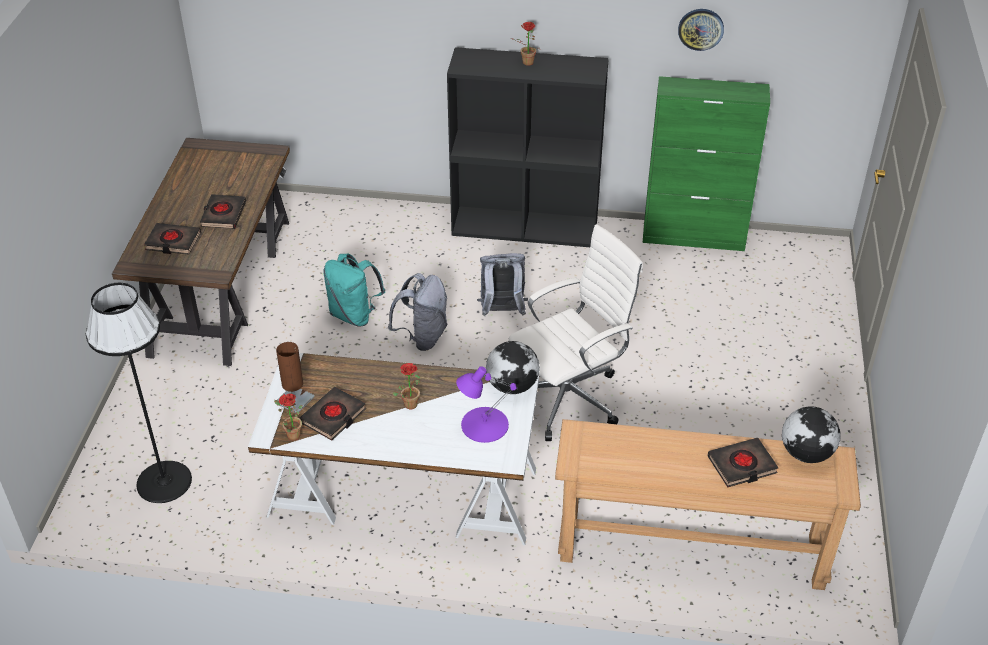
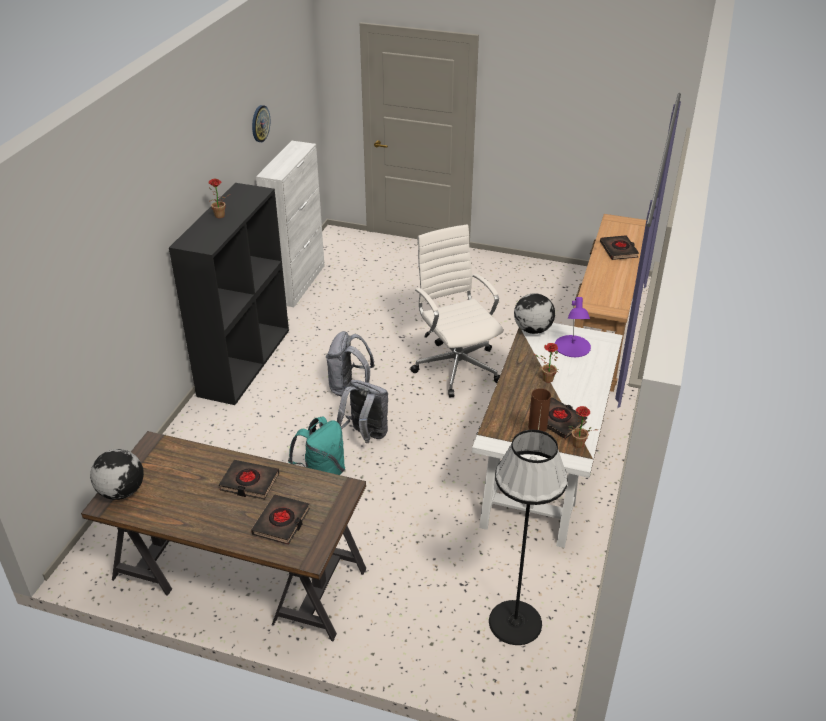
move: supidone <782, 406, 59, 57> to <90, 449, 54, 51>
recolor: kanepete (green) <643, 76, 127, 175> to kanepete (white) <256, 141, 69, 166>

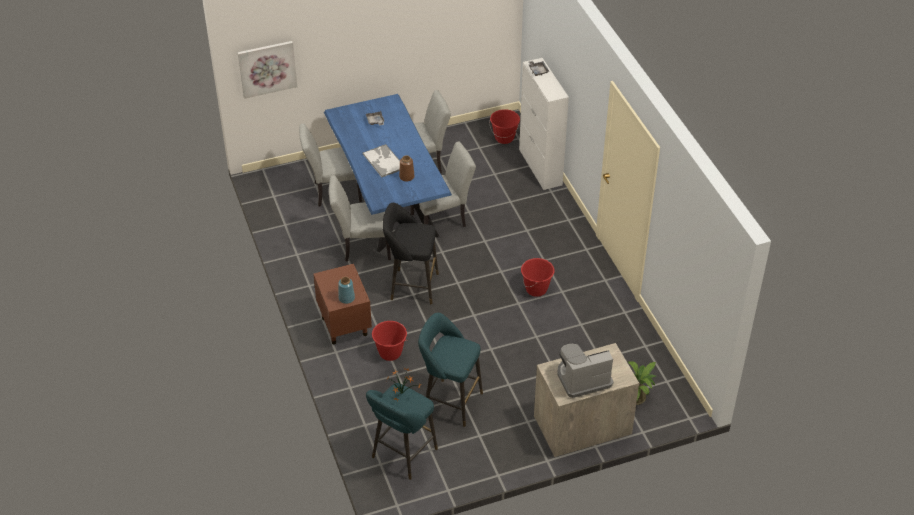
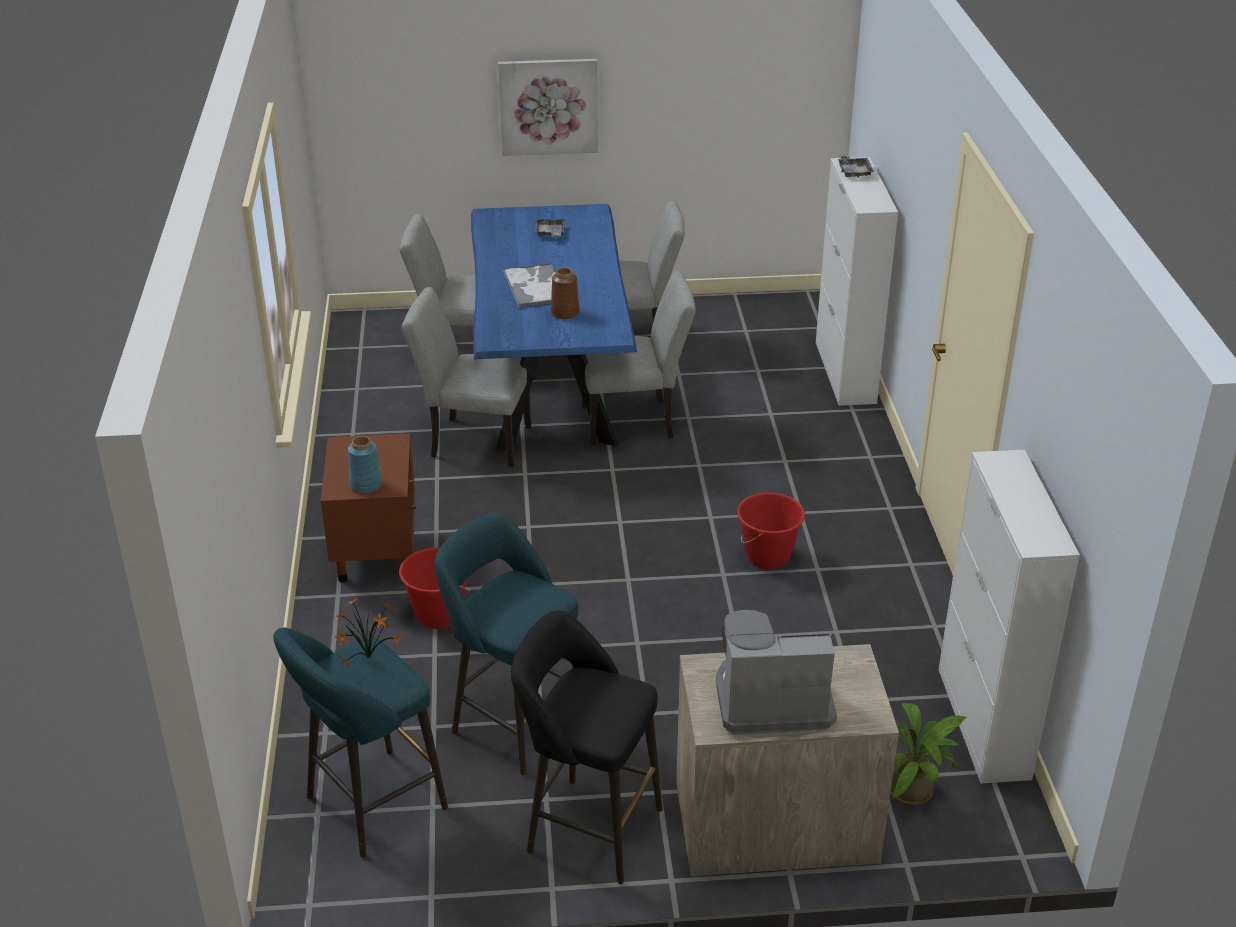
delete: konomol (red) <490, 109, 30, 35>
insert: kanepete (white) <939, 450, 141, 334>
move: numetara <238, 41, 59, 58> to <498, 59, 100, 97>; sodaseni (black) <383, 203, 56, 101> to <511, 610, 152, 274>

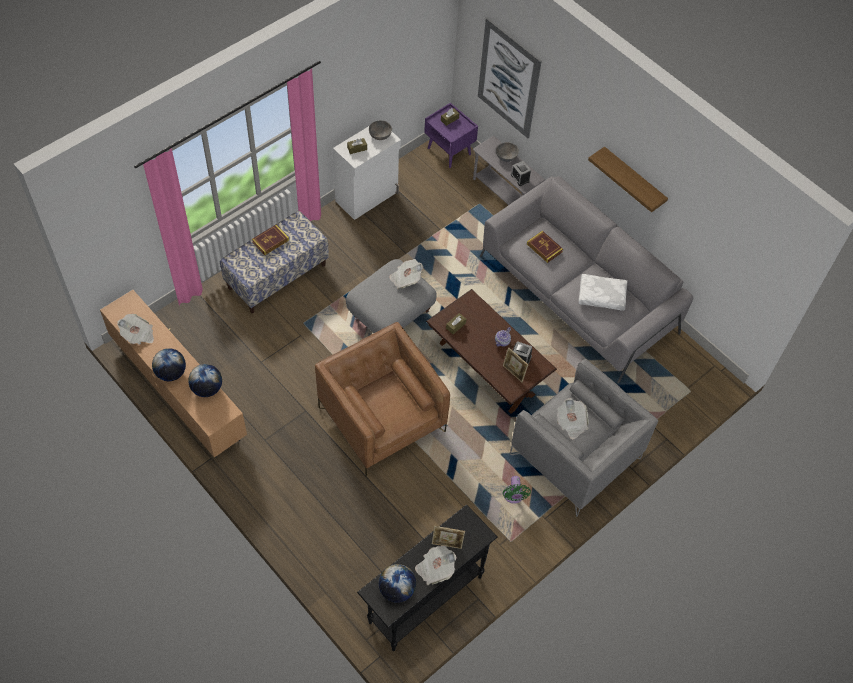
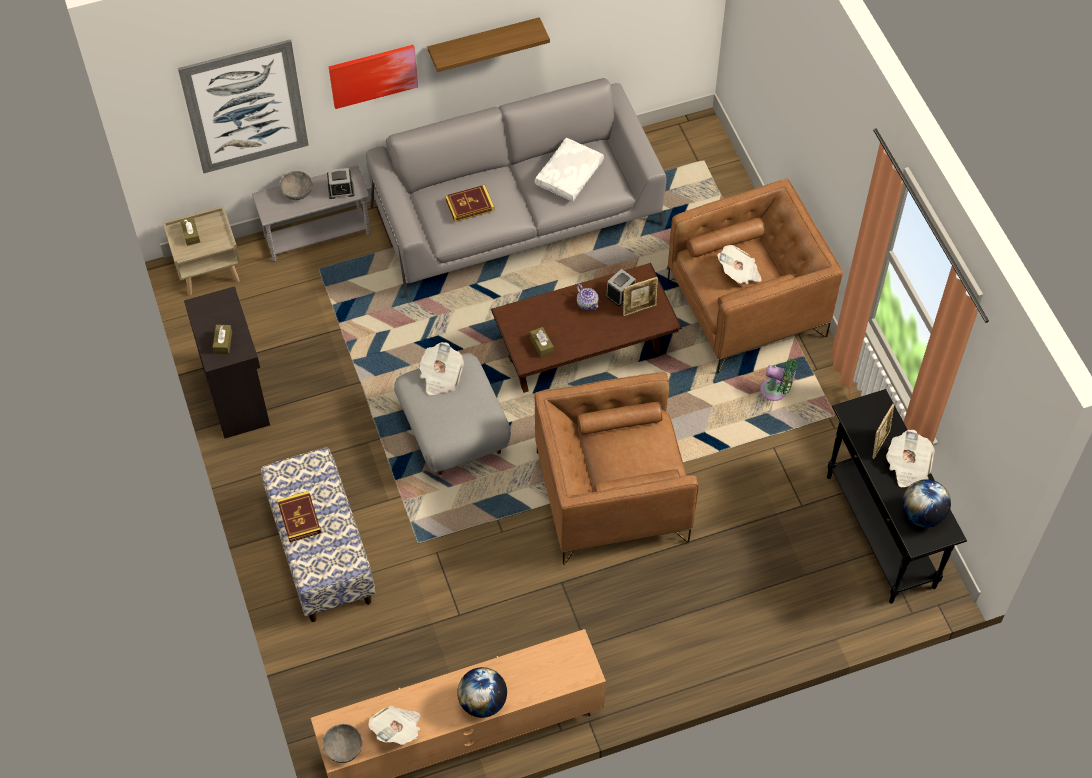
delete: supidone <188, 364, 34, 33>
insert: numetara <329, 45, 89, 64>
move: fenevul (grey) <369, 120, 23, 20> to <323, 724, 39, 39>
recolor: kanepete (white) <333, 126, 68, 94> to kanepete (black) <184, 286, 86, 153>; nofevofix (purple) <424, 103, 54, 65> to nofevofix (beige) <163, 206, 78, 89>; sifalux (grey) <510, 359, 148, 158> to sifalux (brown) <668, 179, 175, 194>

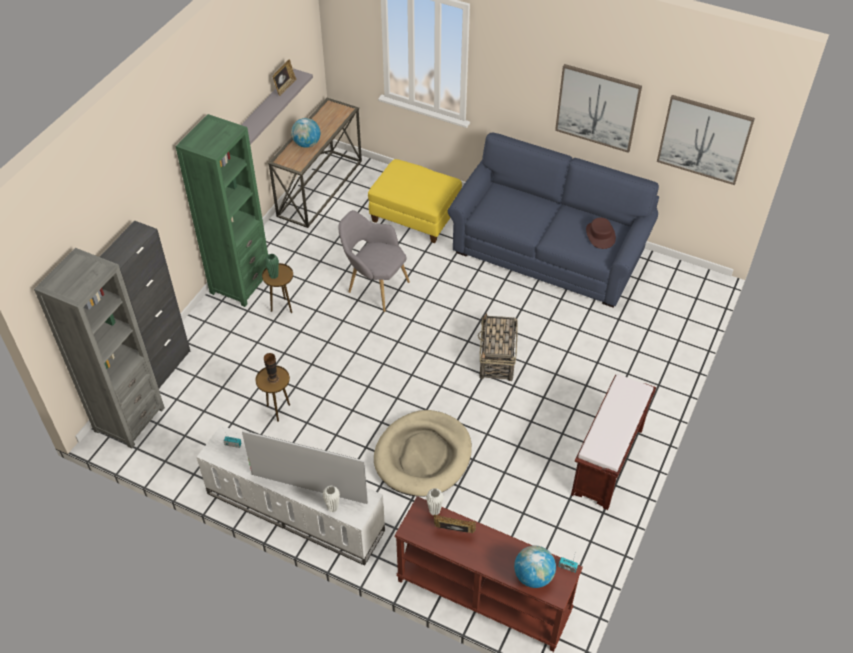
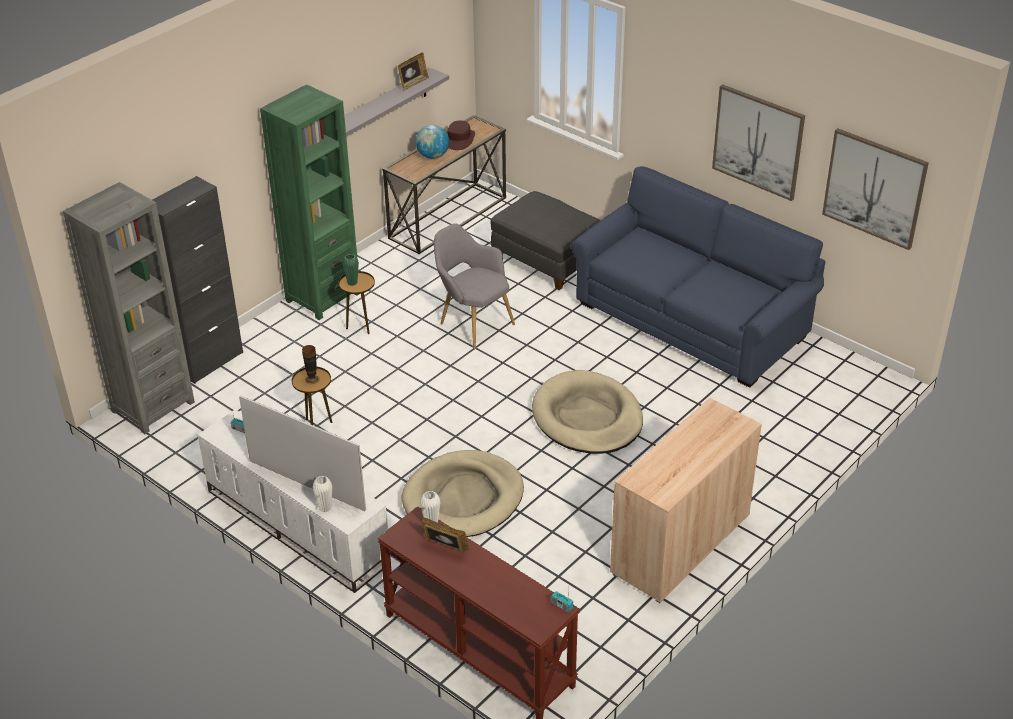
delete: supidone <514, 545, 42, 43>
move: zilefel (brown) <586, 218, 30, 31> to <446, 120, 29, 30>
replace: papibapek <478, 313, 40, 68> to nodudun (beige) <532, 370, 111, 84>; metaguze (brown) <571, 374, 85, 136> to kanepete (beige) <610, 398, 152, 205>
recolor: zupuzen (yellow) <368, 159, 94, 84> to zupuzen (grey) <491, 191, 110, 99>

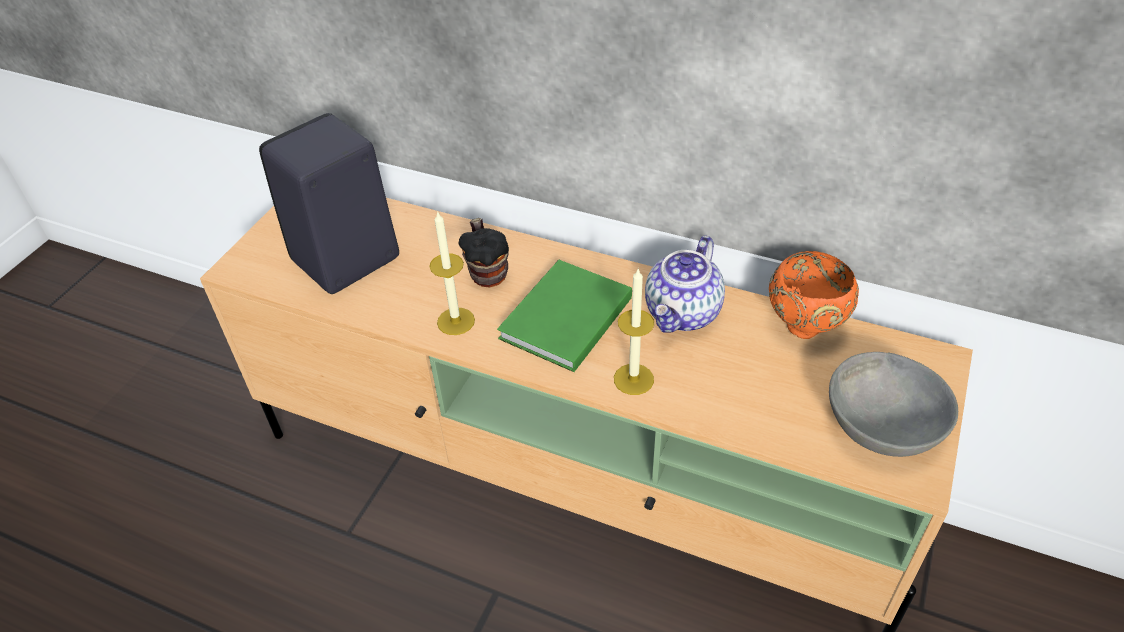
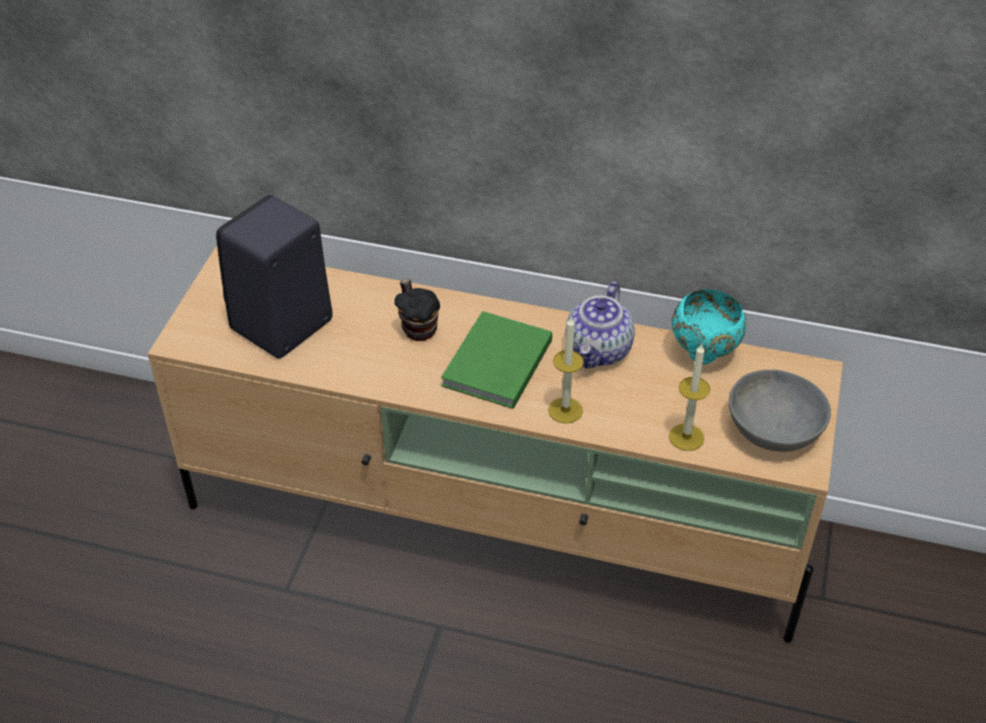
move: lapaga <429, 211, 46, 124> to <669, 343, 41, 108>
recolor: fenevul (orange) <769, 251, 90, 88> to fenevul (turquoise) <672, 289, 74, 76>

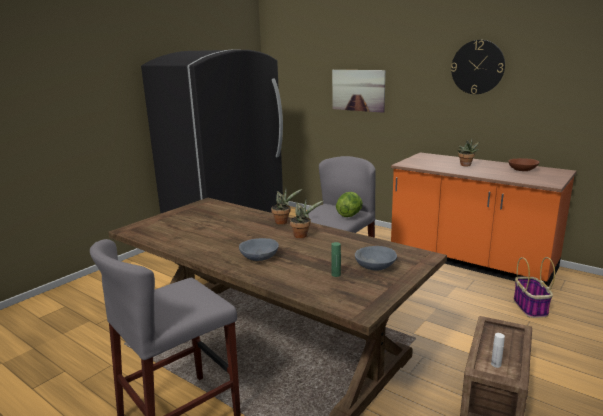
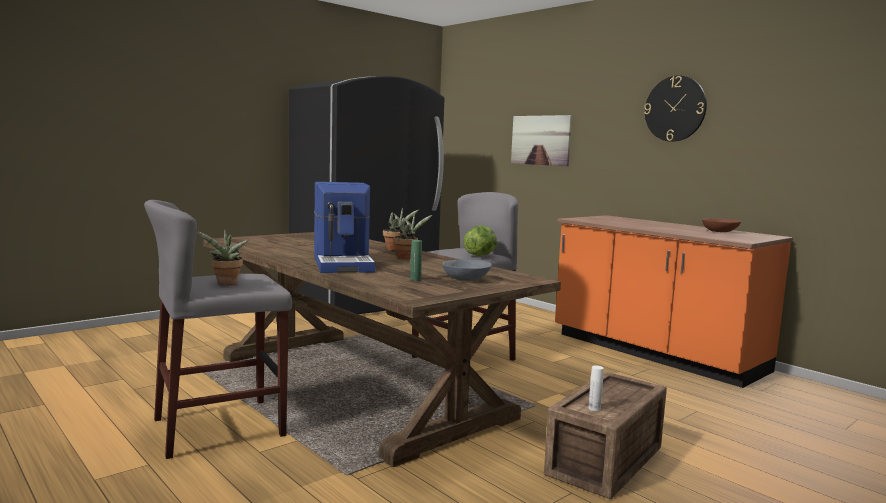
delete: papibapek <514, 257, 41, 61>
move: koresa <457, 139, 22, 28> to <197, 229, 52, 56>
replace: fenevul (grey) <239, 238, 40, 23> to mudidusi <314, 182, 61, 91>

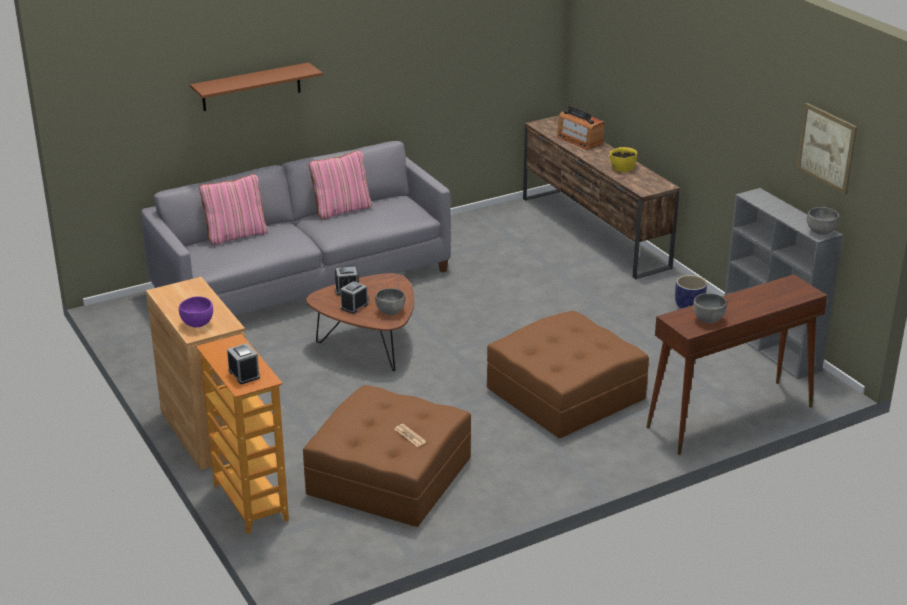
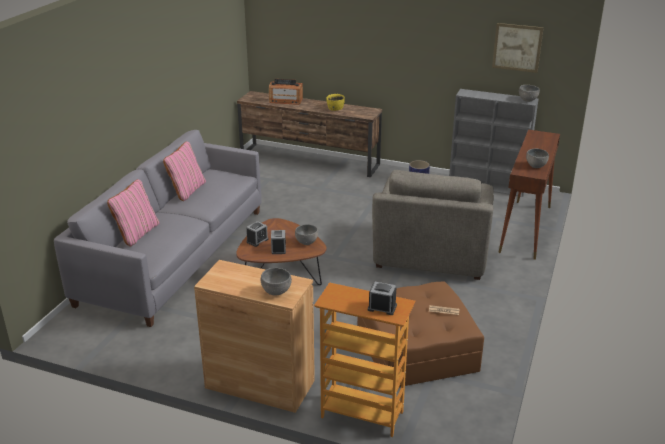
delete: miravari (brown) <190, 62, 133, 49>
replace: zupuzen (brown) <487, 311, 162, 127> to sifalux (grey) <372, 170, 122, 110>
recolor: fenevul (purple) <179, 296, 34, 31> to fenevul (grey) <261, 268, 31, 28>

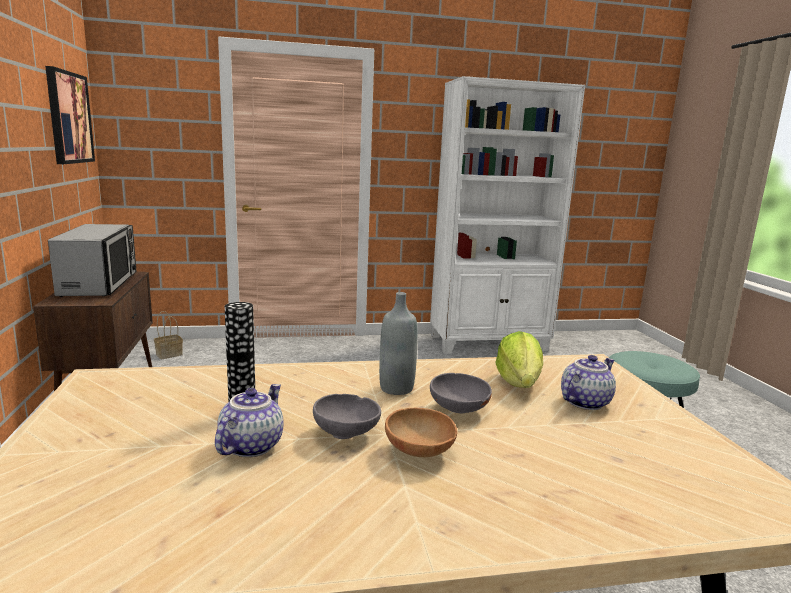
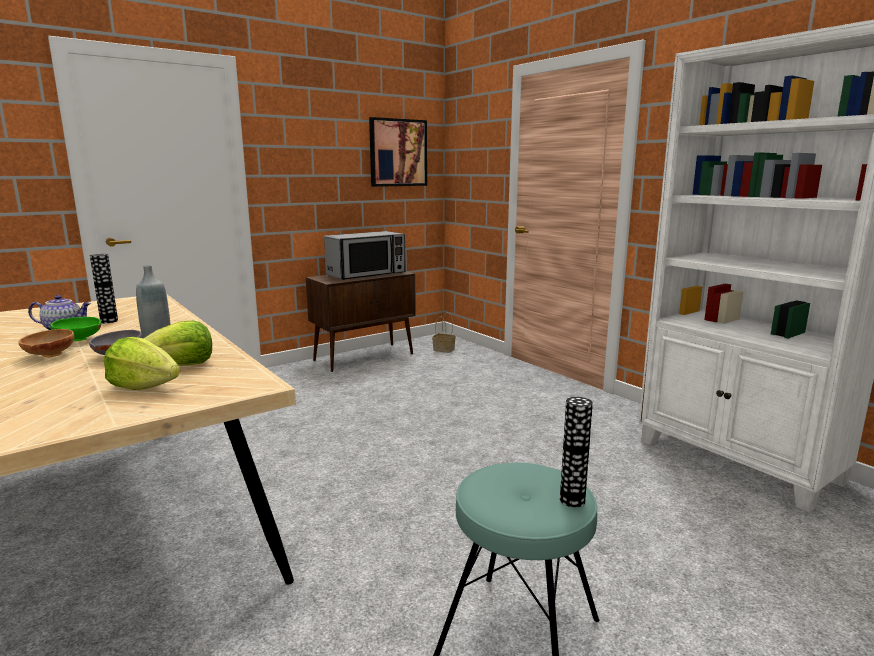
insert: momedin <560, 397, 33, 110>
replace: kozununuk <561, 355, 55, 55> to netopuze <104, 337, 76, 53>
recolor: fenevul (grey) <313, 394, 68, 45> to fenevul (green) <50, 317, 51, 24>

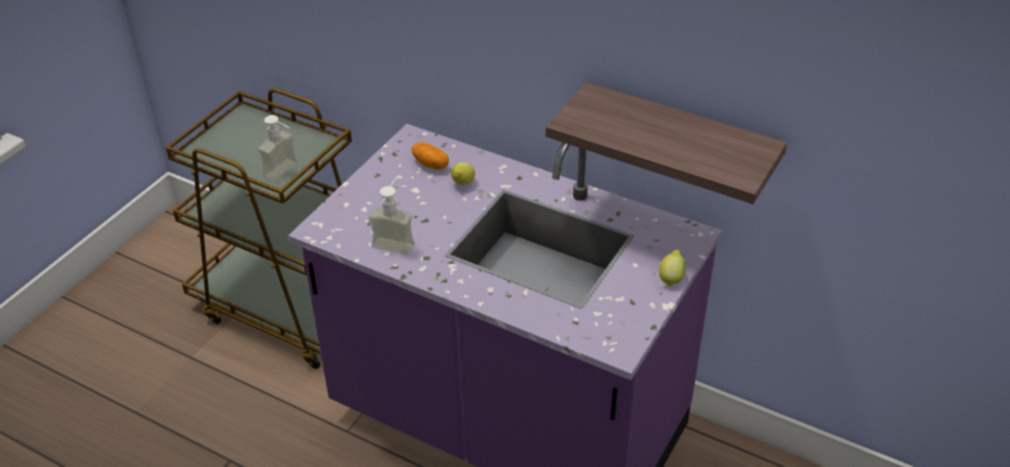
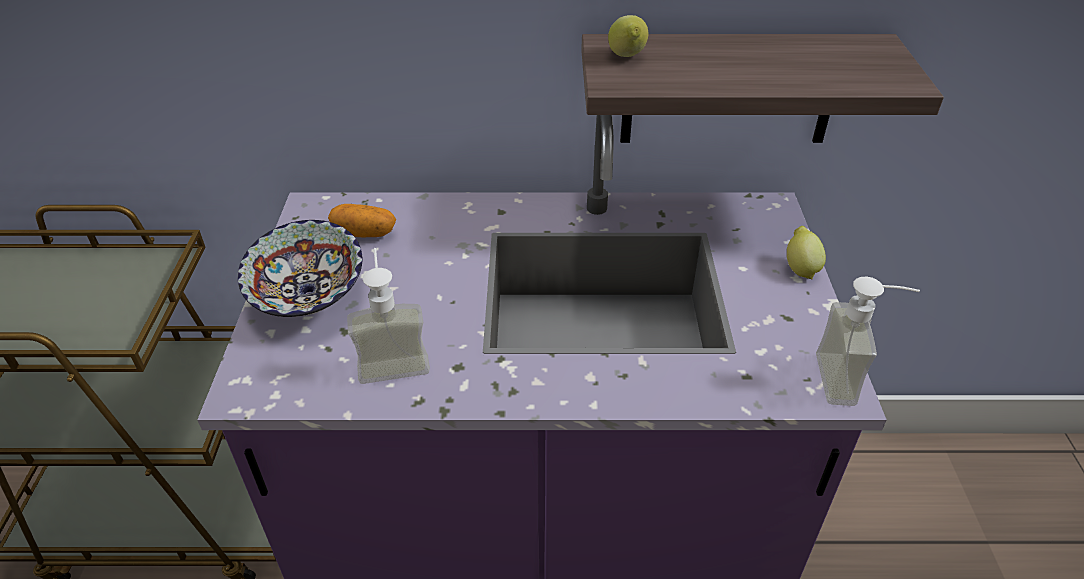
insert: fenevul <238, 220, 124, 97>
move: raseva <258, 115, 39, 67> to <816, 277, 104, 129>; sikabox <451, 162, 24, 23> to <608, 15, 41, 42>

